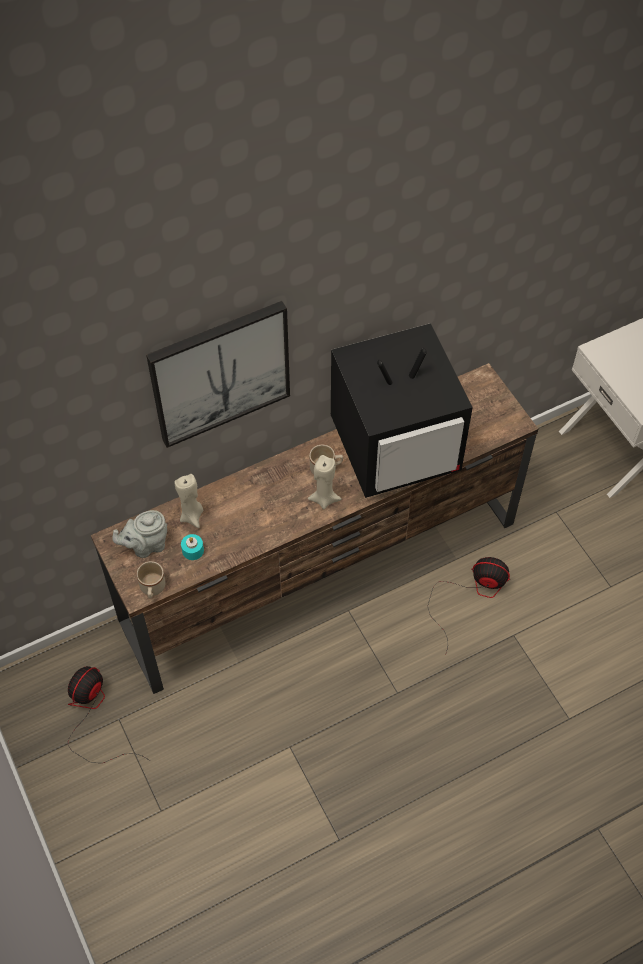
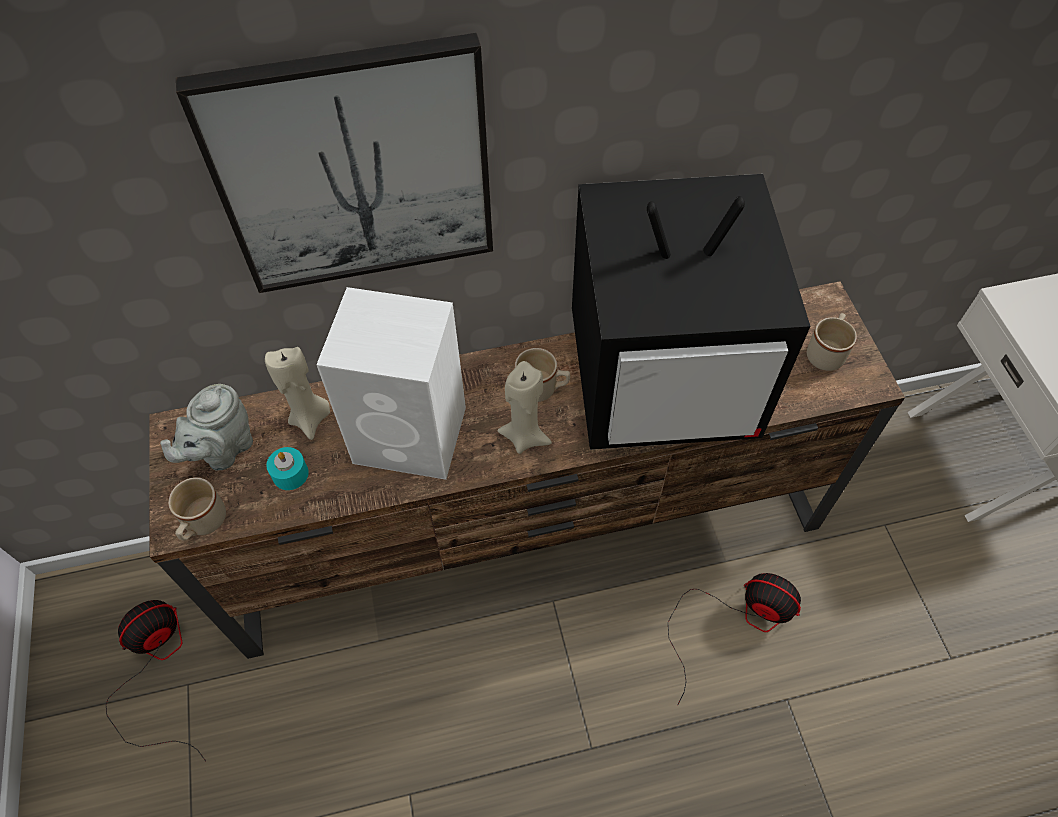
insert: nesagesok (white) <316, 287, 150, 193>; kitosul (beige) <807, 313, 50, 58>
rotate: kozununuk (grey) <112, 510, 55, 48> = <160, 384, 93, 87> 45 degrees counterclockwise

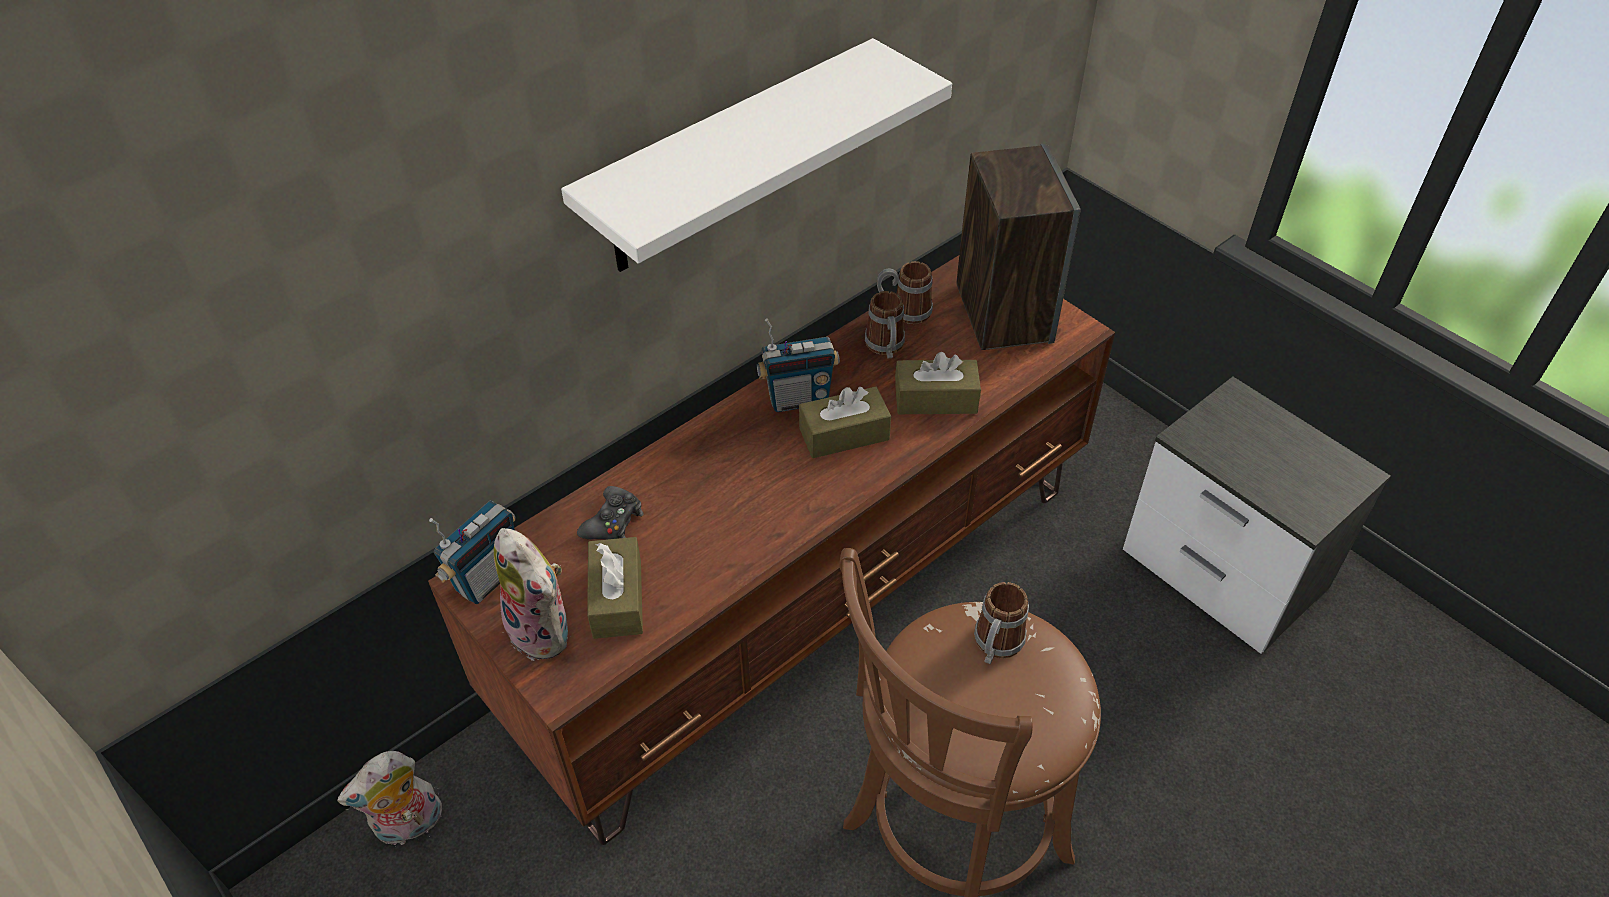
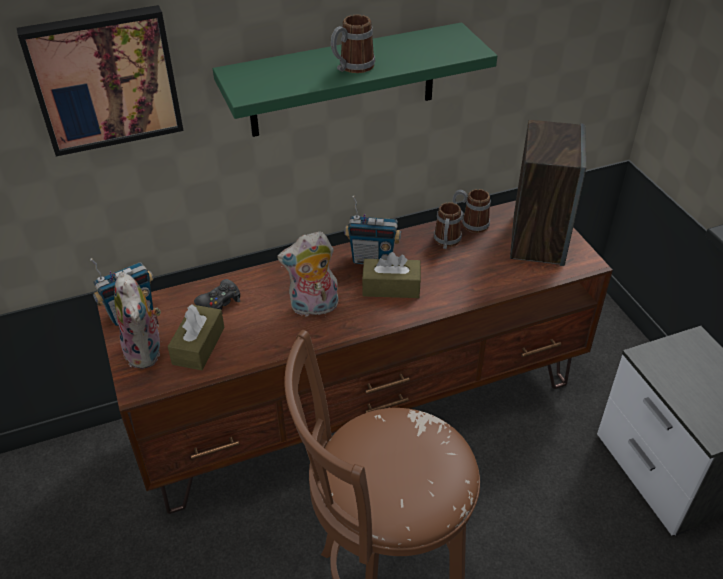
delete: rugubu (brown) <895, 352, 86, 62>
insert: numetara <17, 5, 167, 151>
move: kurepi <337, 751, 105, 94> to <277, 231, 61, 86>; kitosul <974, 582, 55, 82> to <331, 15, 44, 58>
recolor: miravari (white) <561, 38, 391, 234> to miravari (green) <213, 22, 284, 115>

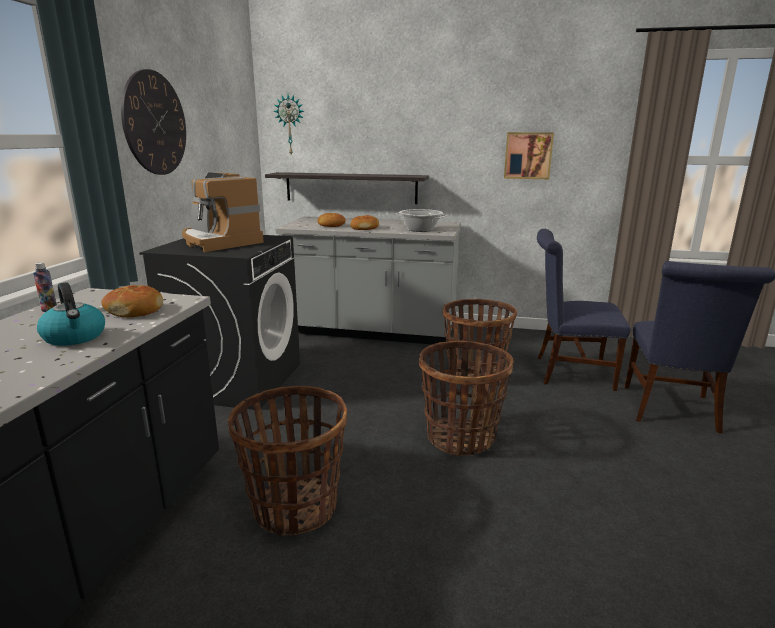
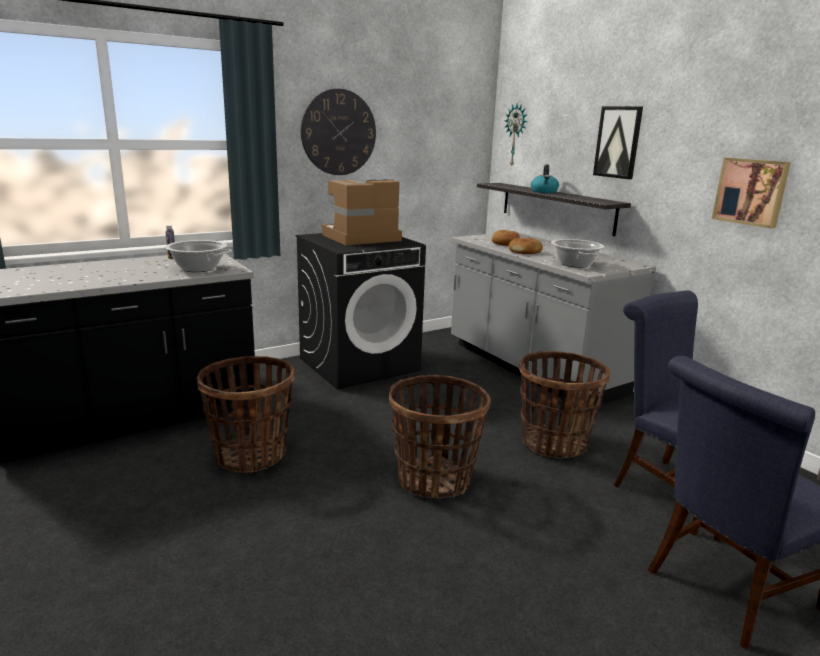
insert: numetara <593, 106, 50, 73>
move: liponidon <37, 283, 68, 63> to <531, 164, 28, 29>
replace: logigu <101, 285, 62, 32> to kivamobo <162, 240, 70, 32>
rotate: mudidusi <182, 172, 82, 80> = <321, 179, 81, 66> 60 degrees clockwise

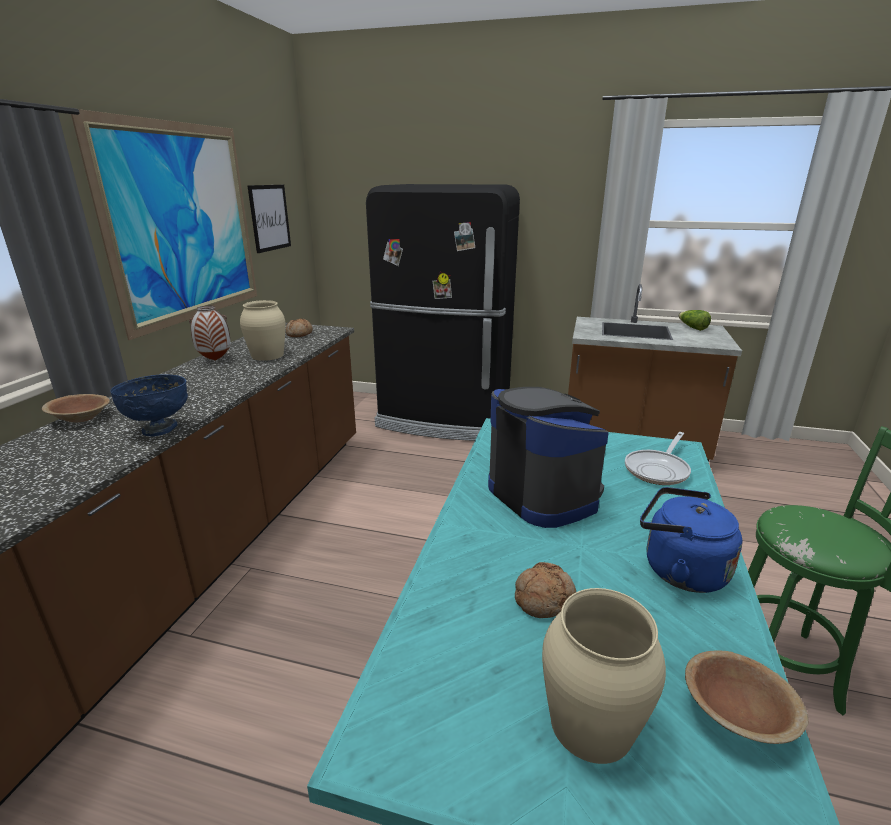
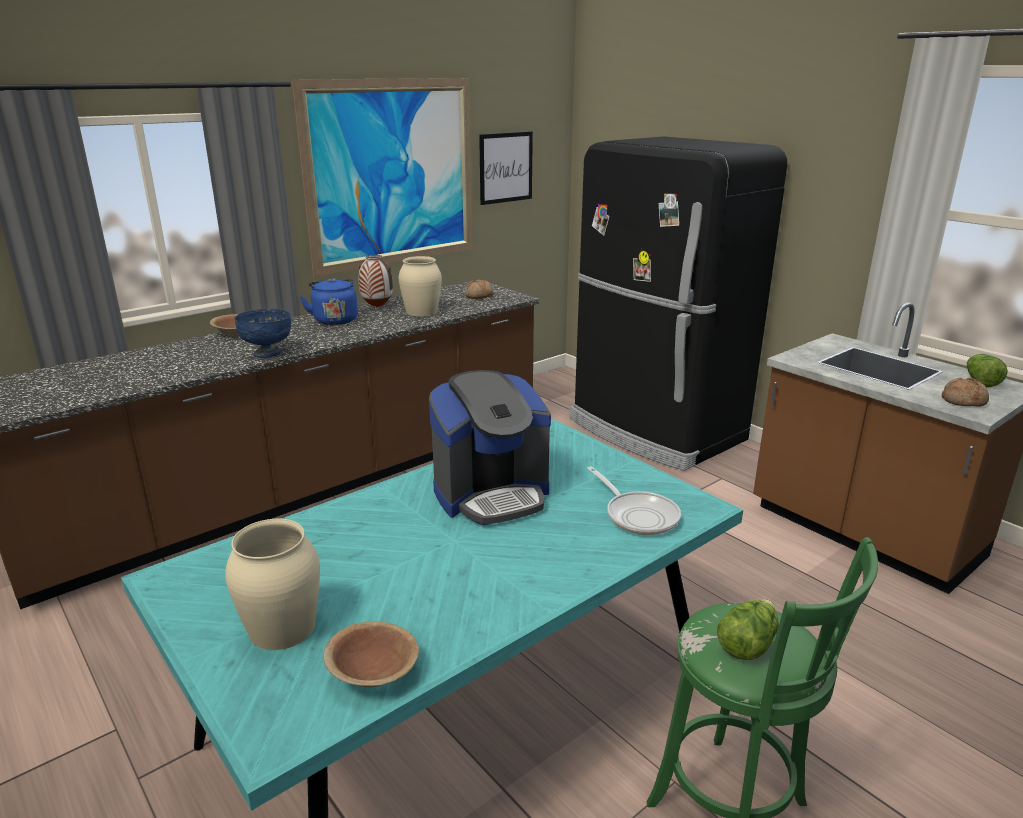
insert: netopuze <717, 599, 62, 61>
move: logigu <515, 562, 61, 56> to <942, 378, 47, 29>; liponidon (blue) <640, 487, 102, 106> to <300, 278, 58, 47>
rotate: mudidusi <488, 387, 121, 141> = <429, 370, 122, 155> 60 degrees clockwise; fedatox <625, 432, 66, 53> = <587, 466, 94, 69> 105 degrees counterclockwise

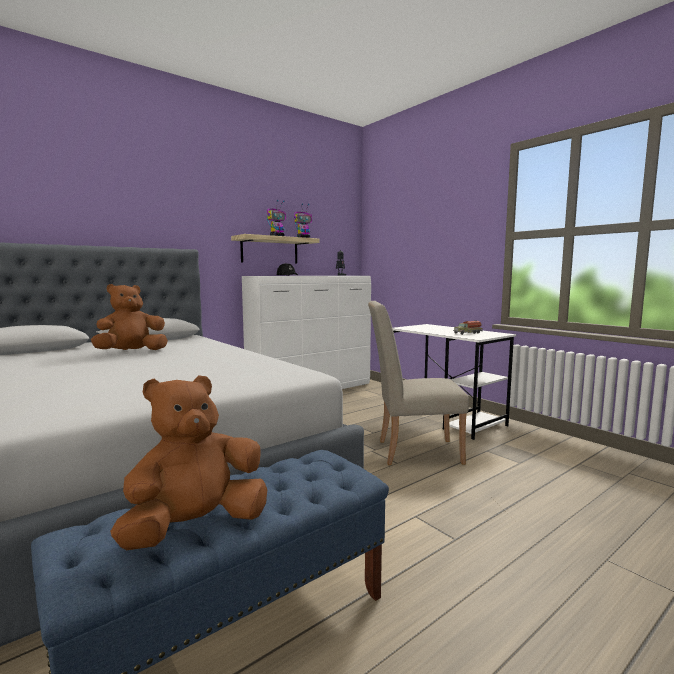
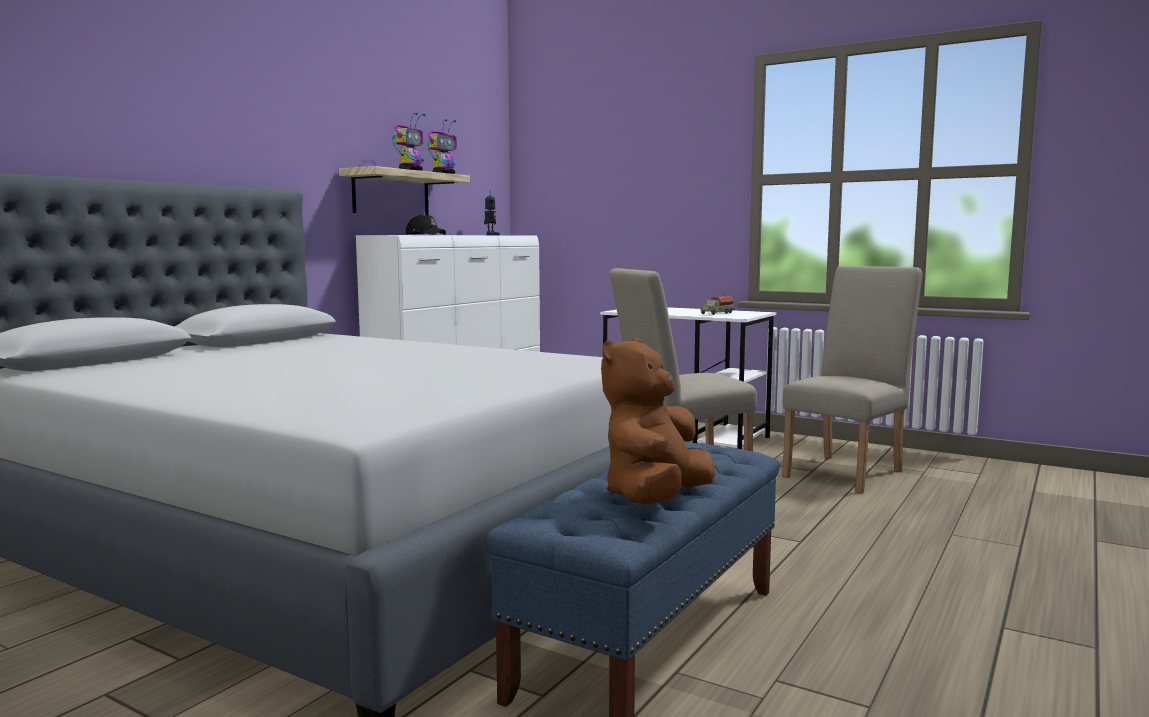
delete: kurepi (brown) <91, 284, 77, 66>
insert: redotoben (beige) <782, 266, 141, 227>

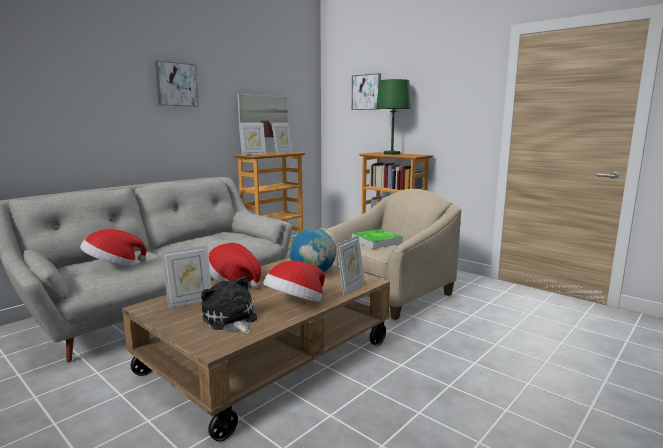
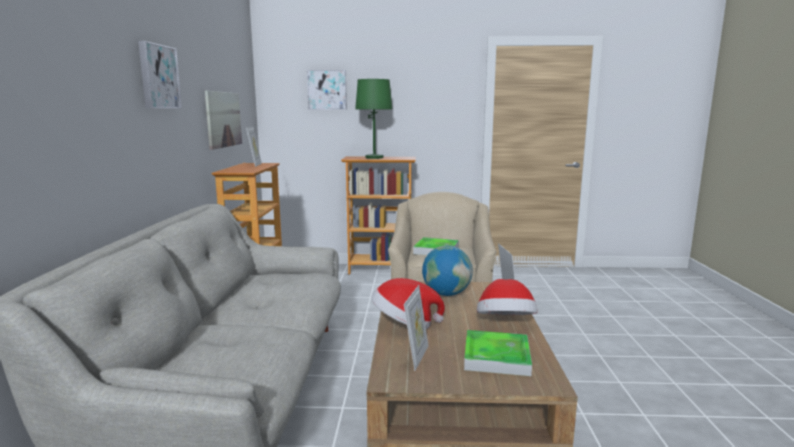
delete: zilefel <80, 229, 67, 37>; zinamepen <239, 123, 27, 32>
replace: kurepi <201, 276, 56, 58> to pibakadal <464, 330, 68, 46>

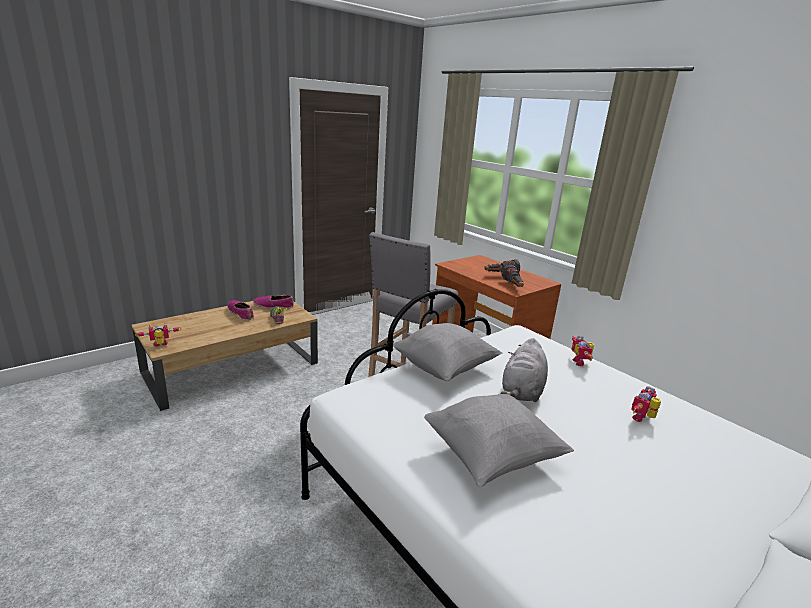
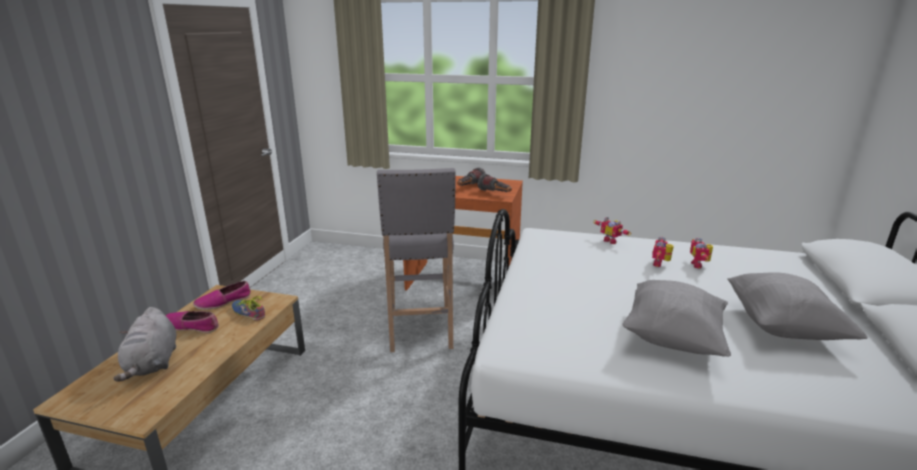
move: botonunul <135, 323, 46, 24> to <652, 237, 22, 30>; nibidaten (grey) <393, 323, 109, 58> to <728, 272, 140, 68>; kurepi (grey) <501, 338, 47, 64> to <114, 307, 62, 75>

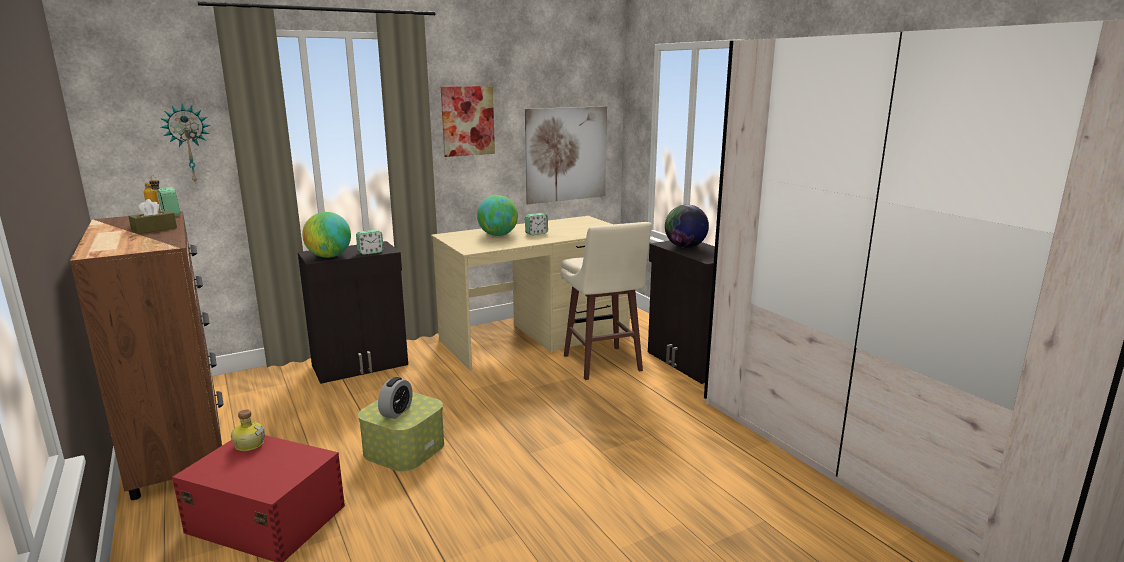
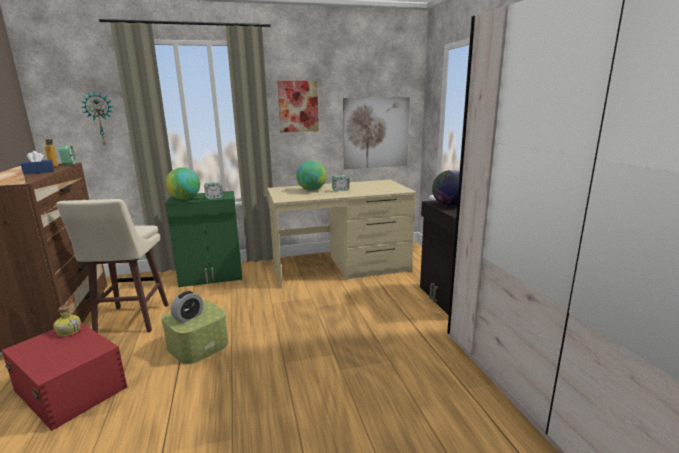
move: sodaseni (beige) <561, 222, 91, 158> to <56, 199, 113, 134>
recolor: rugubu (brown) <128, 199, 49, 35> to rugubu (blue) <21, 151, 33, 23>; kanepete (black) <298, 241, 110, 143> to kanepete (green) <165, 191, 77, 96>

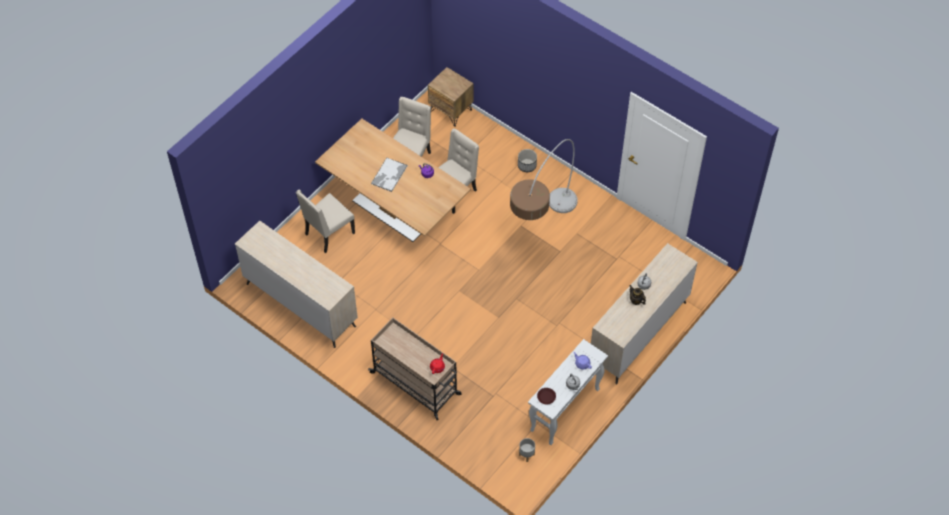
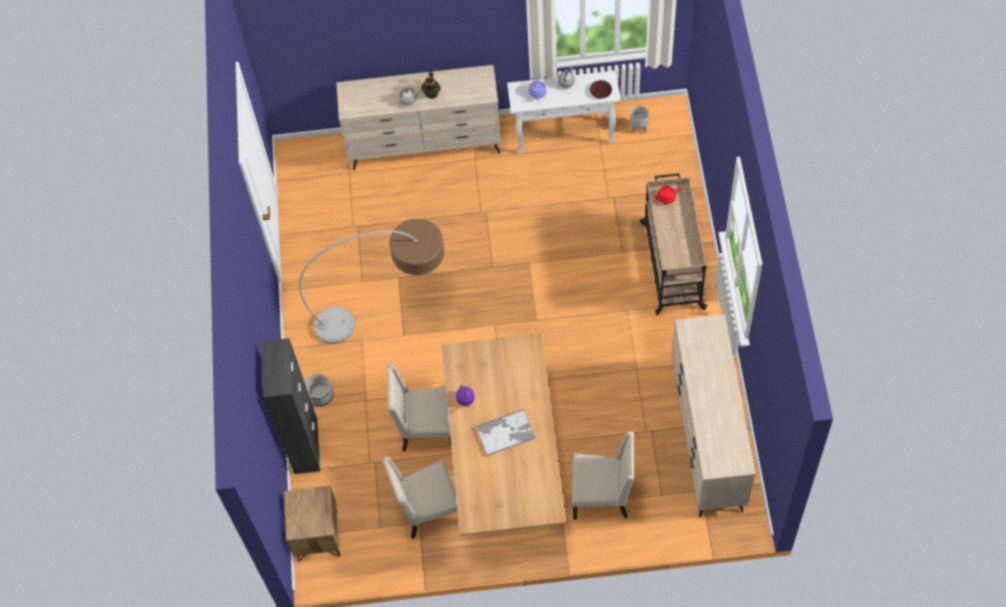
insert: kanepete (black) <261, 338, 59, 136>

